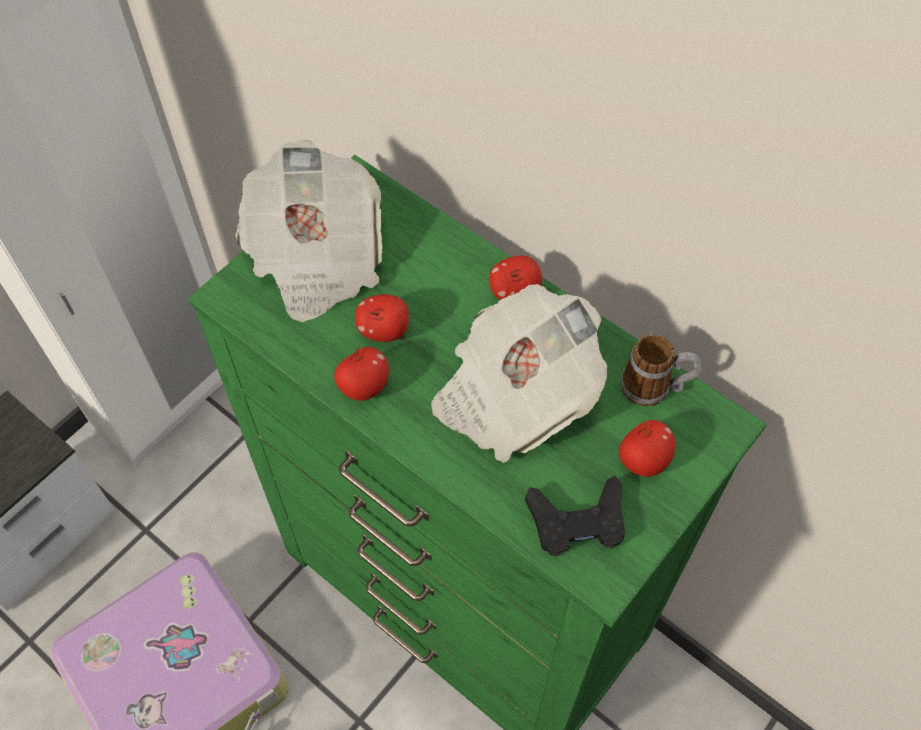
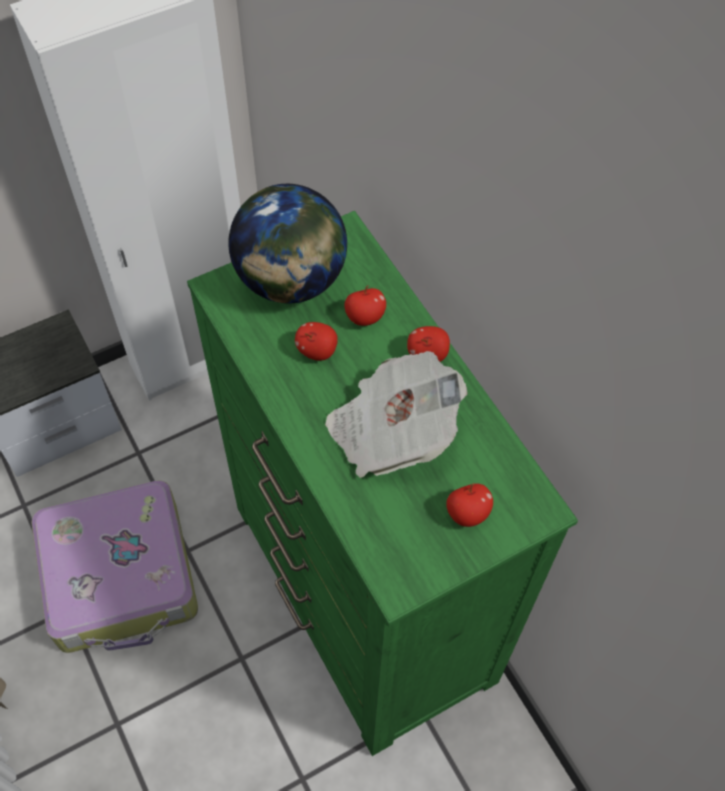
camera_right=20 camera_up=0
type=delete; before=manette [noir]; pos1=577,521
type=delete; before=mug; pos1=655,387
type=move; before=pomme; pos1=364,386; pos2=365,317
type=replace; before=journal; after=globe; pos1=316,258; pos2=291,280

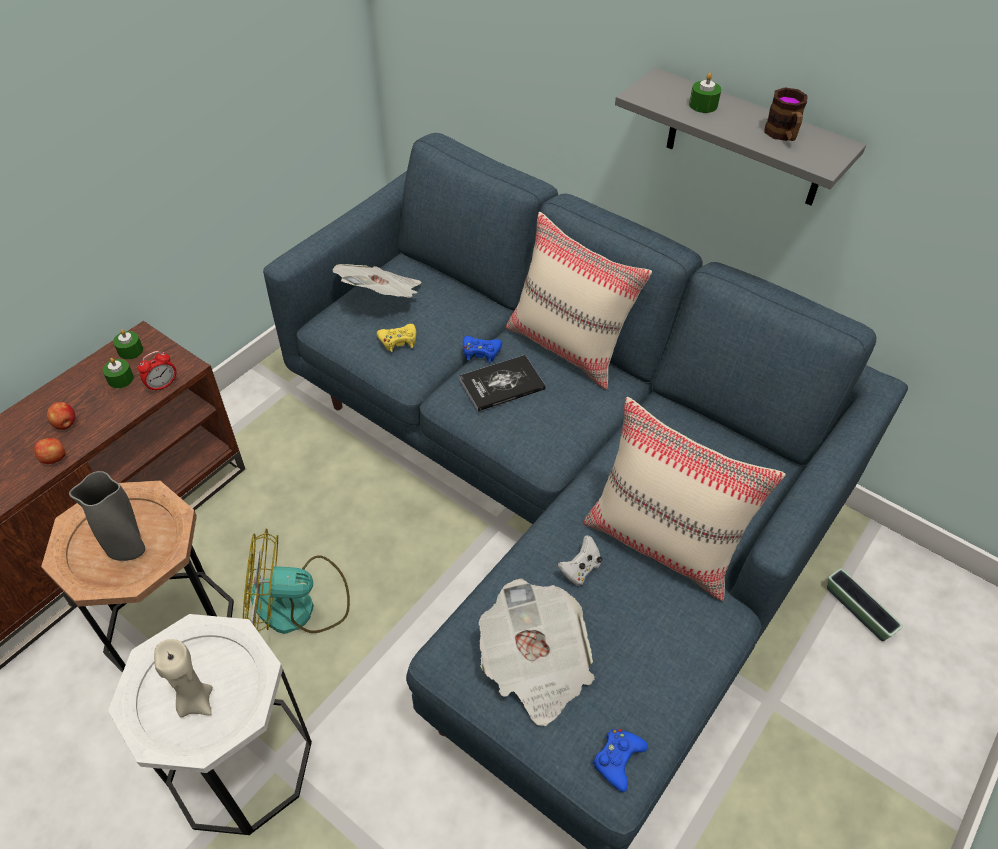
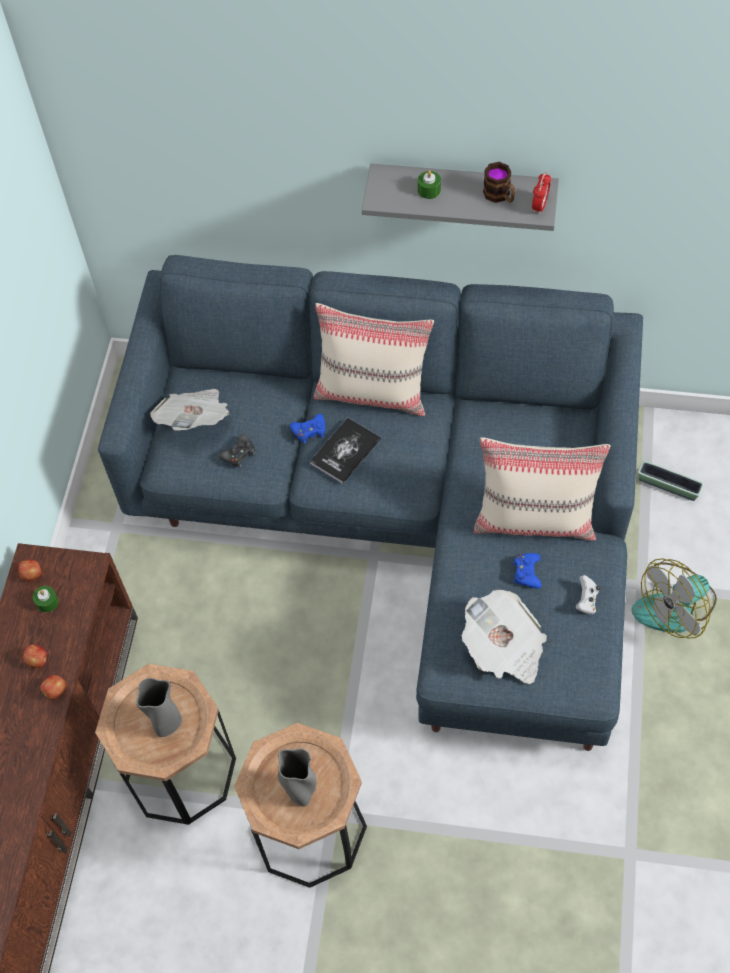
camera_right=-25 camera_up=10
type=move; before=réveil; pos1=163,385; pos2=539,206
type=move; before=ventilateur; pos1=298,605; pos2=675,606
type=move; before=manette [blanc]; pos1=580,569; pos2=586,601
type=move; before=manette [bleu]; pos1=617,760; pos2=526,573
type=replace; before=bougie [vert]; after=pomme; pos1=130,351; pos2=32,574
type=replace; before=bougie [beige]; after=vase [gris]; pos1=195,701; pos2=301,792
type=recolor; before=table d'appoint [blanc]; after=table d'appoint [marron]; pos1=240,762; pos2=309,829
type=recolor; before=manette [jaune]; after=manette [noir]; pos1=398,341; pos2=239,454

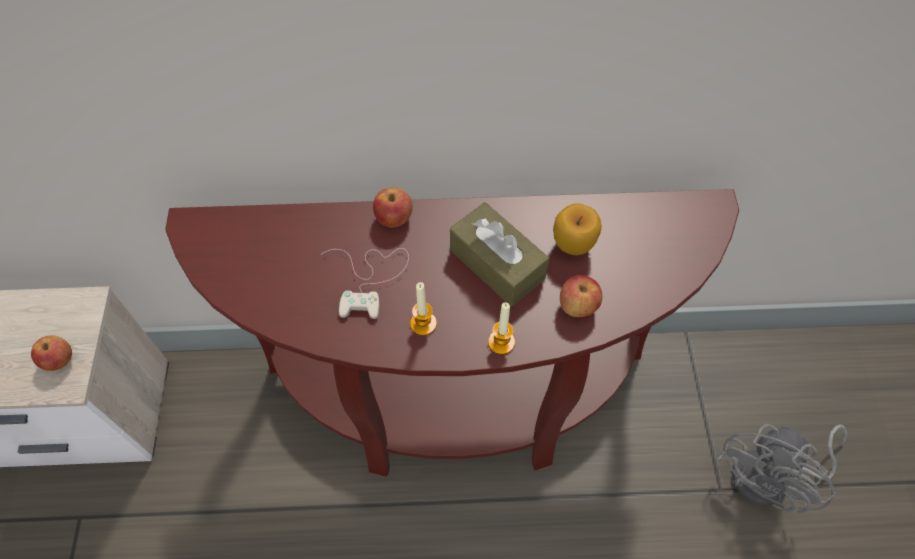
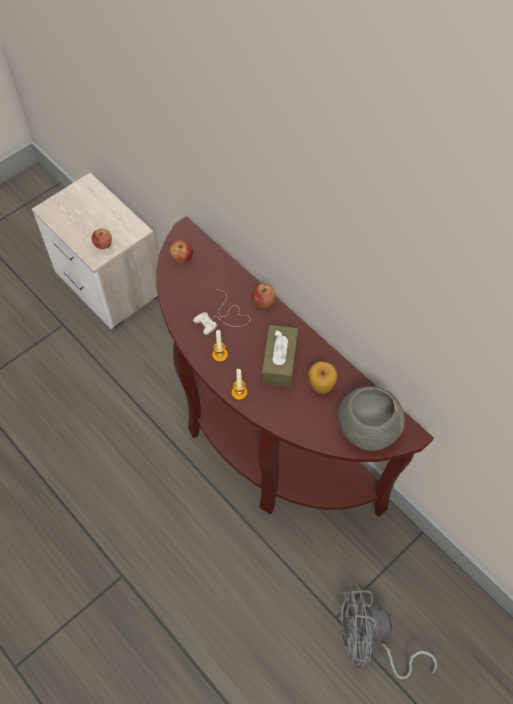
camera_right=50 camera_up=0
type=insert; after=bol [gris]; pos2=367,427
type=move; before=pomme; pos1=577,306; pos2=182,258

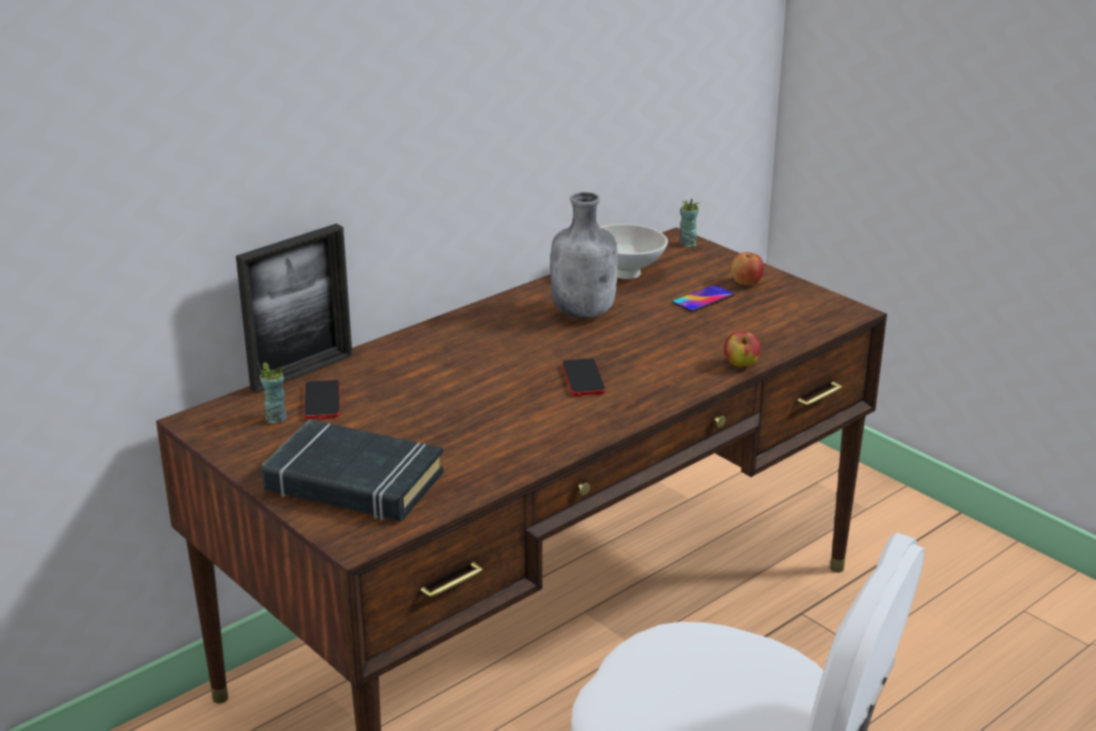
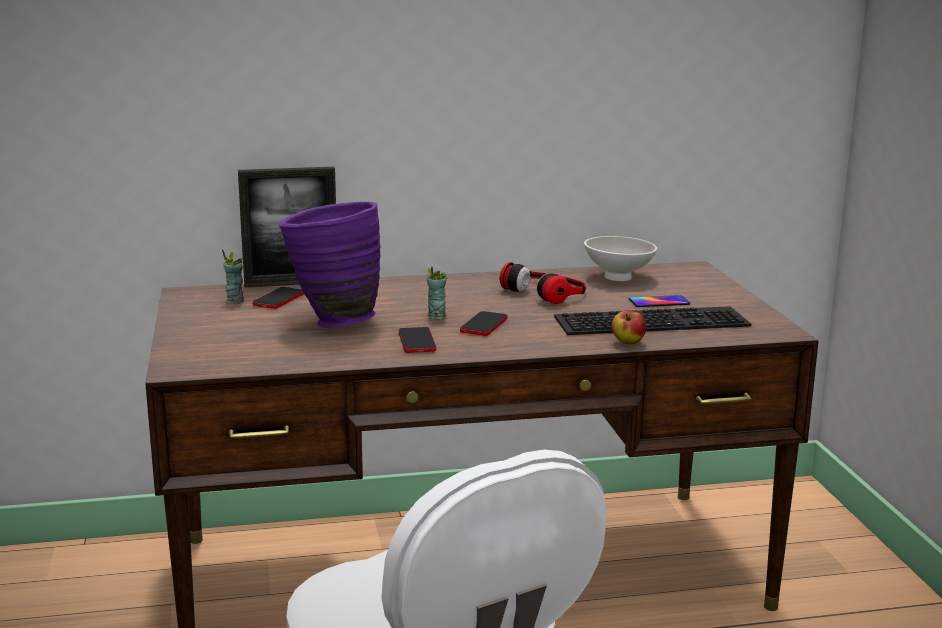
camera_right=30 camera_up=-10
type=delete; before=livre [noir]; pos1=353,482
type=delete; before=pomme; pos1=746,283
type=insert; after=vase [violet]; pos2=332,321
type=insert; after=téléphone; pos2=417,341
type=insert; after=clavier; pos2=652,320
type=move; before=tasse; pos1=687,244; pos2=436,317
type=replace; before=bouteille [gris]; after=casque audio; pos1=584,312; pos2=547,291

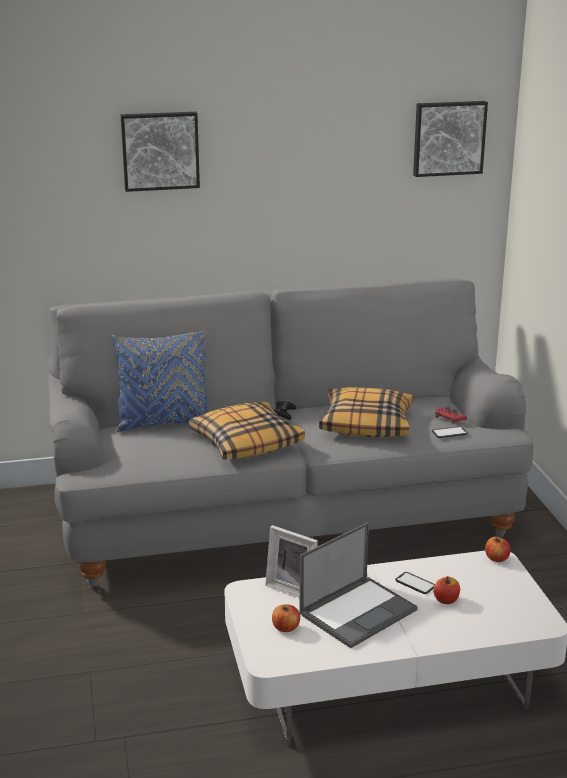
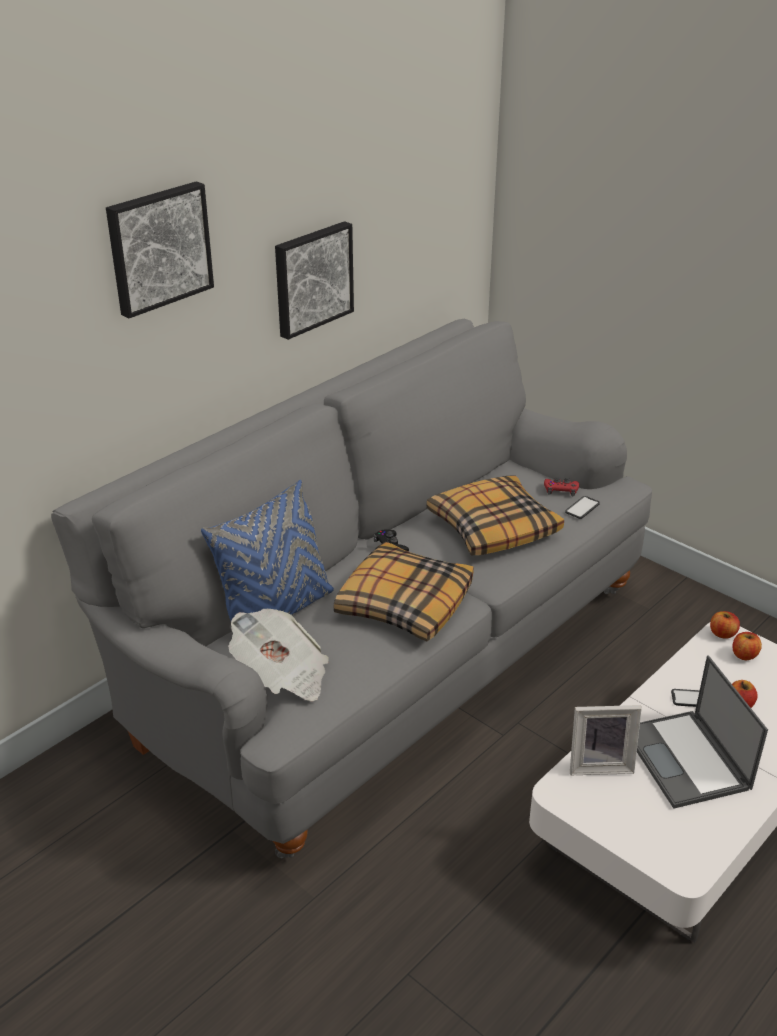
camera_right=-35 camera_up=10
type=insert; after=journal; pos2=282,675
type=move; before=pomme; pos1=286,628; pos2=744,655
type=move; before=tableau; pos1=448,138; pos2=312,278
type=rotate; before=ordinateur portable; pos1=358,611; pos2=687,760; turn=150

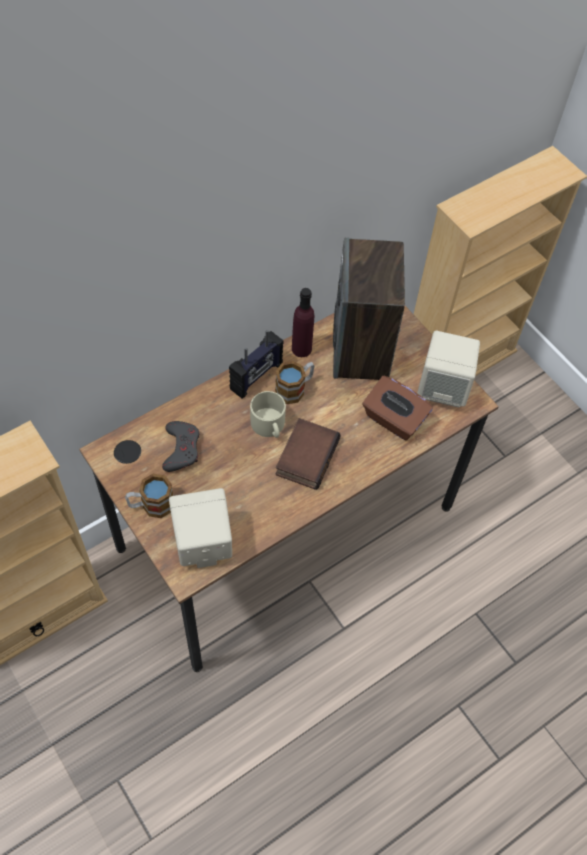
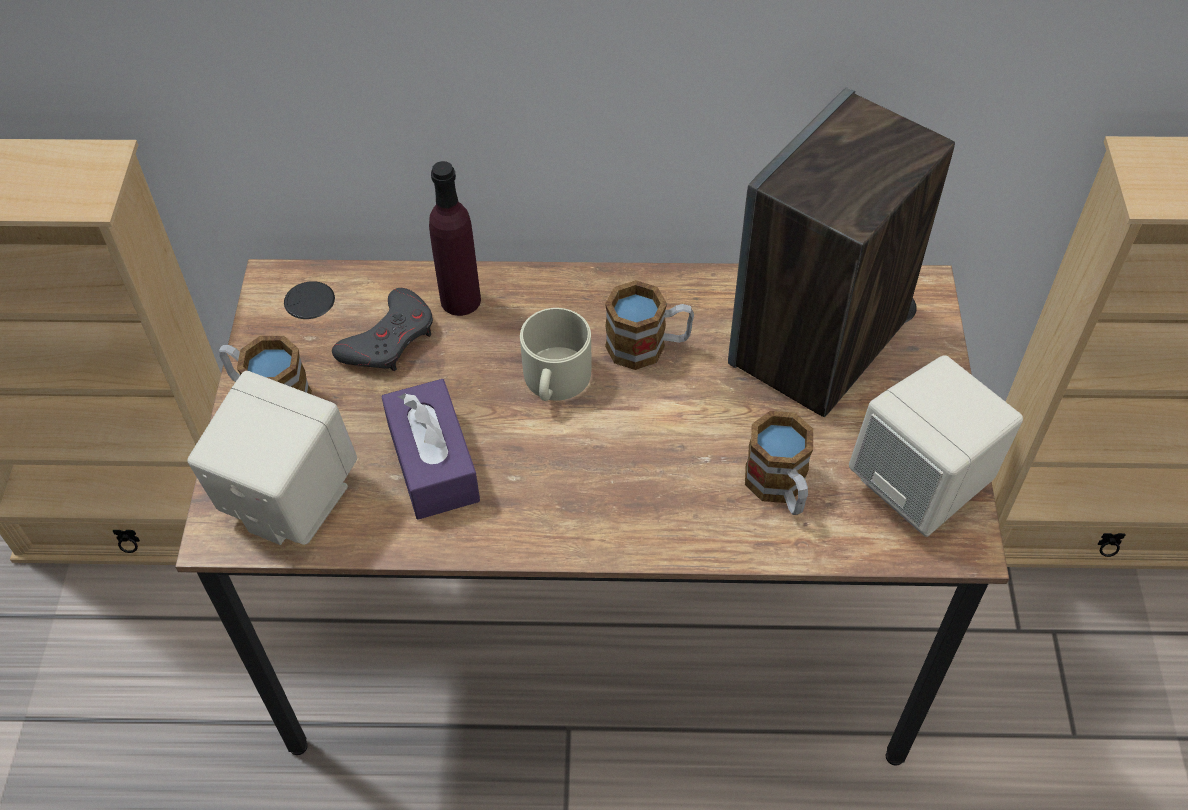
camera_right=40 camera_up=-5
type=delete; before=radio; pos1=257,377
type=delete; before=livre; pos1=305,456
type=insert; after=boîte à mouchoirs [violet]; pos2=433,463
type=move; before=bouteille [violet]; pos1=301,349; pos2=460,300
type=replace; before=boîte à mouchoirs [marron]; after=mug; pos1=393,419; pos2=780,488

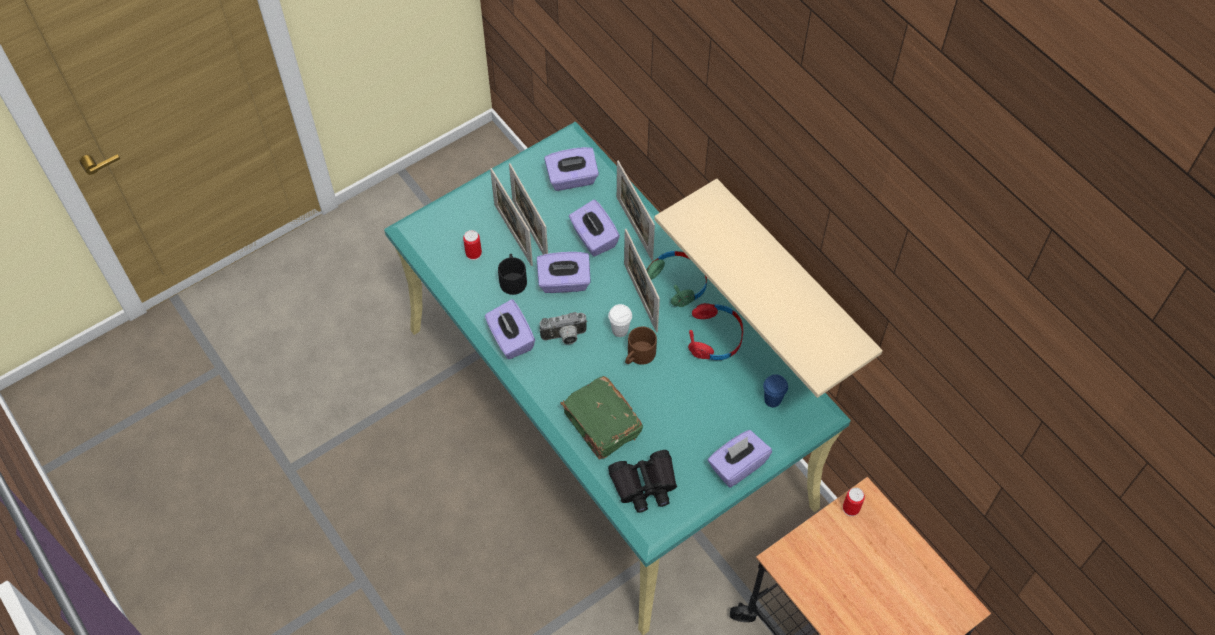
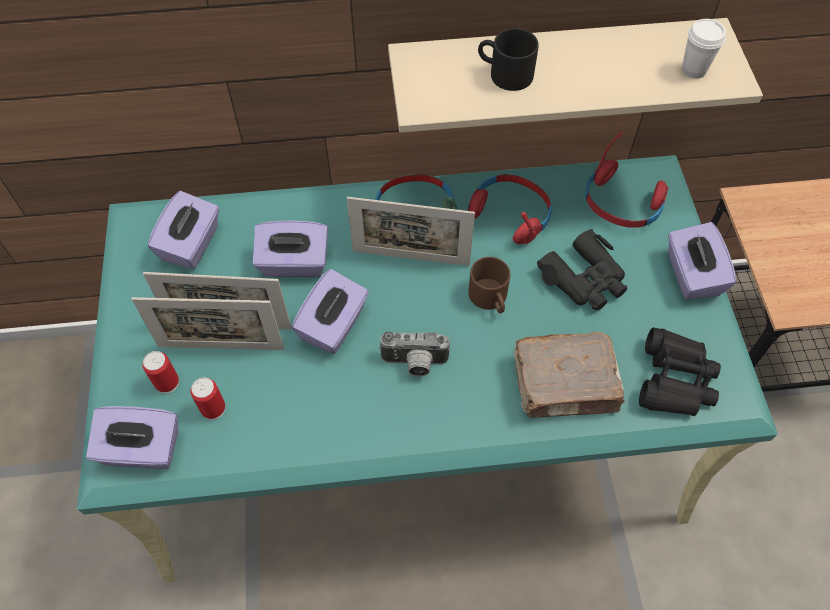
camera_right=-60 camera_up=0
type=delete; before=cadre photo; pos1=634,228
type=insert; after=jumelles [noir]; pos2=584,279
type=move; before=boîte à mouchoirs [violet]; pos1=510,339; pos2=142,450
type=move; before=mug [noir]; pos1=512,279; pos2=504,74
type=move; before=tasse [blanc]; pos1=620,330; pos2=693,70
type=move; before=boîte métallique; pos1=851,508; pos2=167,382
type=replace; before=tasse [bleu]; after=casque audio [rouge]; pos1=772,400; pos2=622,203
type=recolor; before=livre [vert]; after=livre [marron]; pos1=602,425; pos2=566,385
type=rotate; before=appareil photo; pos1=564,337; pos2=414,364; turn=75

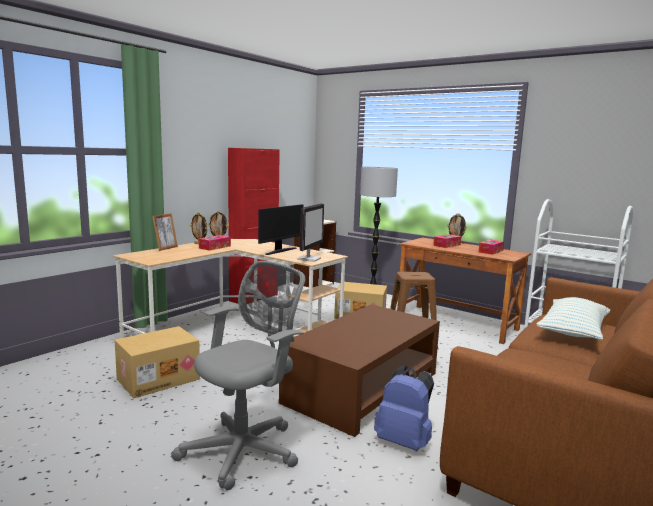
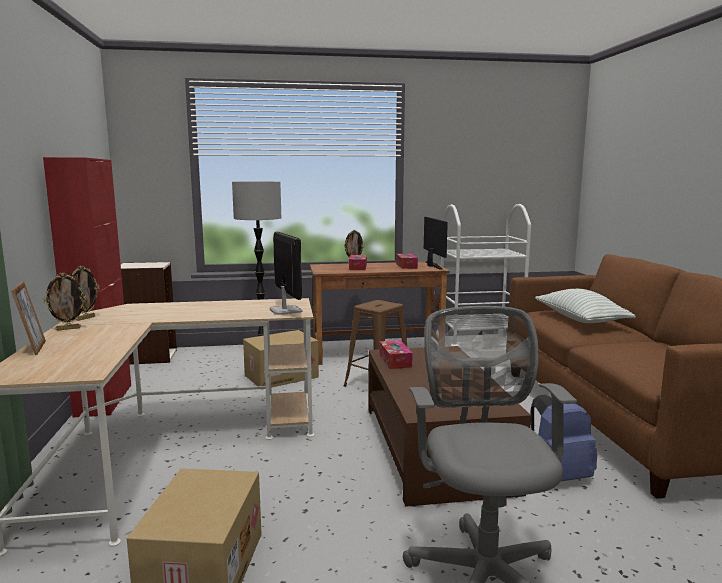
camera_right=-45 camera_up=0
type=move; before=boîte à mouchoirs; pos1=214,247; pos2=395,361
type=move; before=écran d'ordinateur; pos1=280,251; pos2=432,265

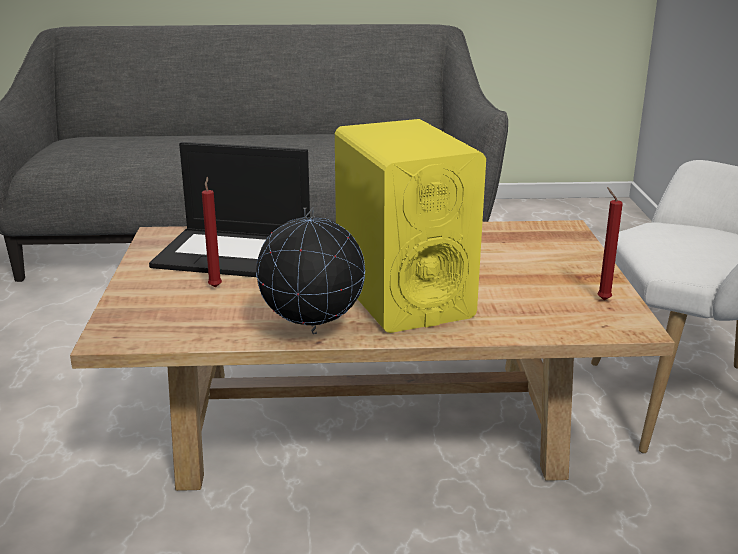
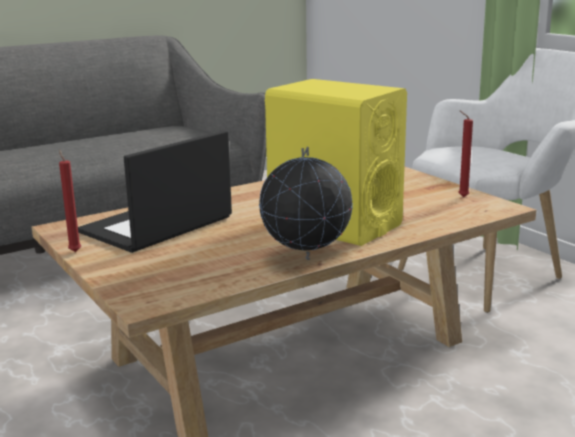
camera_right=-30 camera_up=-5
type=move; before=bougie [rouge]; pos1=215,286; pos2=74,251
type=rotate; before=ordinateur portable; pos1=236,253; pos2=156,226; turn=150

